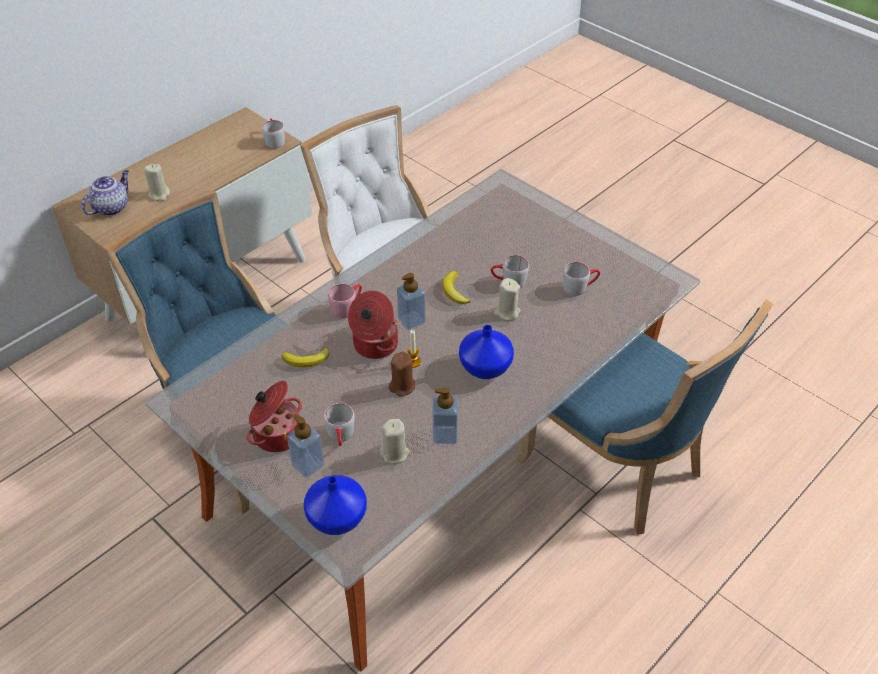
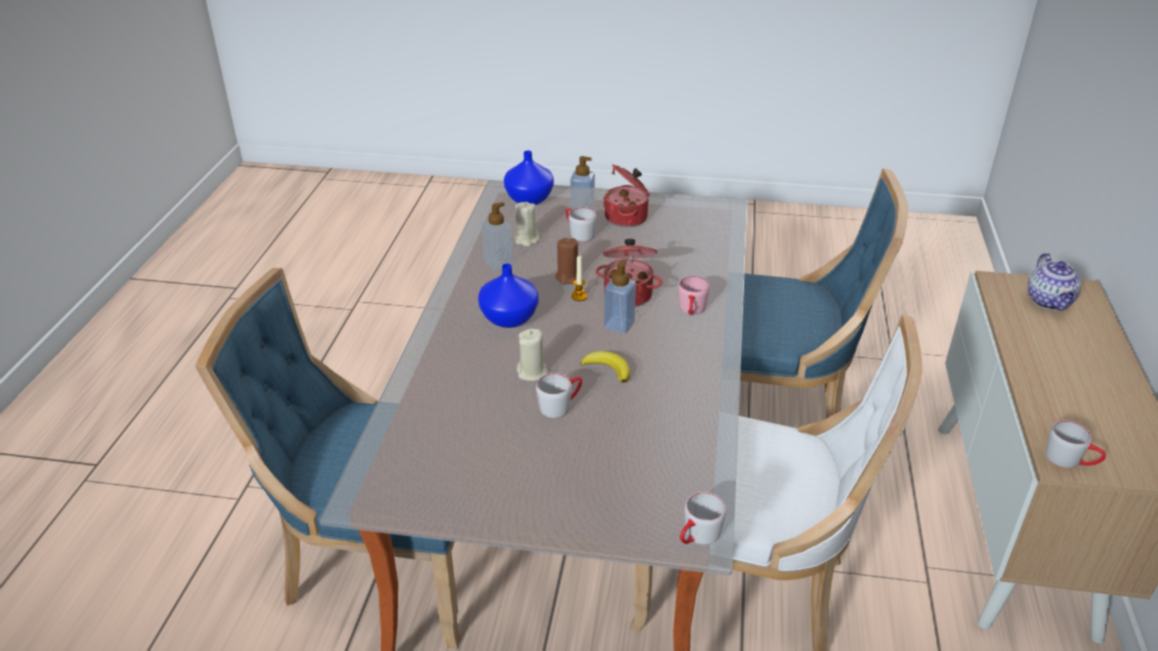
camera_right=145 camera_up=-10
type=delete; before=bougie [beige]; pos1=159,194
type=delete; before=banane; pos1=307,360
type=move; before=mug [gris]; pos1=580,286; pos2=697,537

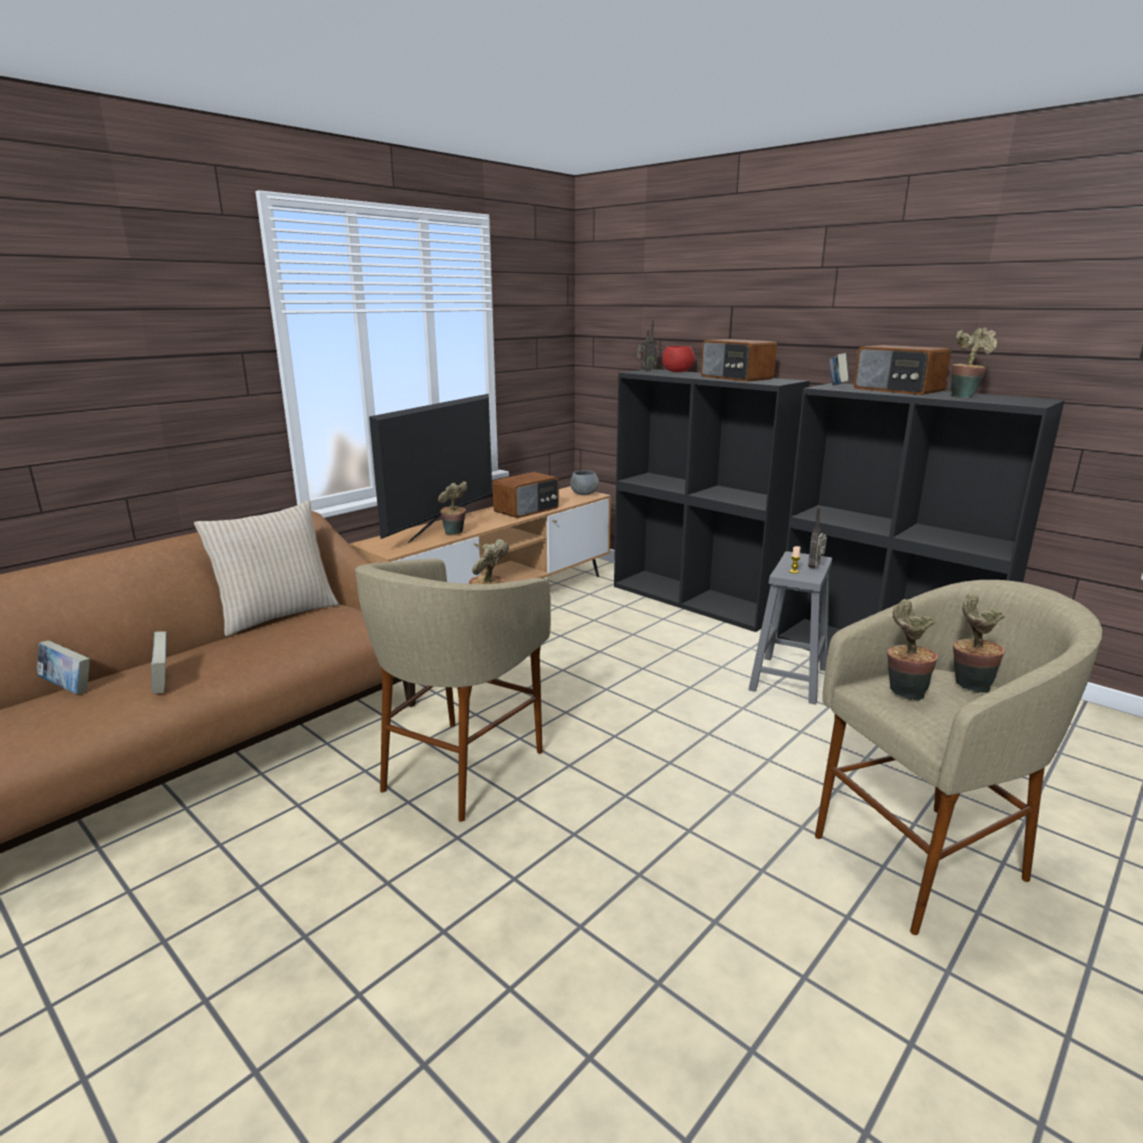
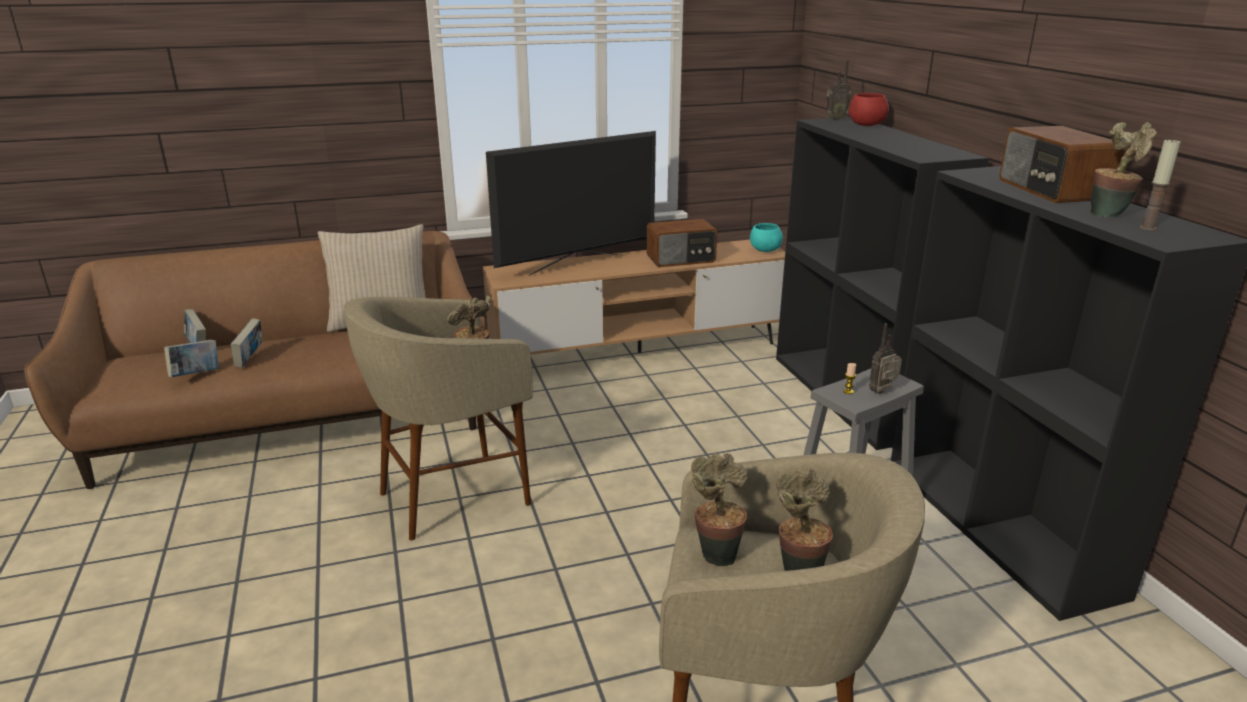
camera_right=30 camera_up=5
type=delete; before=plante en pot; pos1=455,533
type=delete; before=radio; pos1=735,378
type=insert; after=bougie; pos2=1148,228
type=move; before=livre; pos1=836,387; pos2=196,375
type=recolor; before=bol [gris]; after=bol [turquoise]; pos1=584,494; pos2=765,250

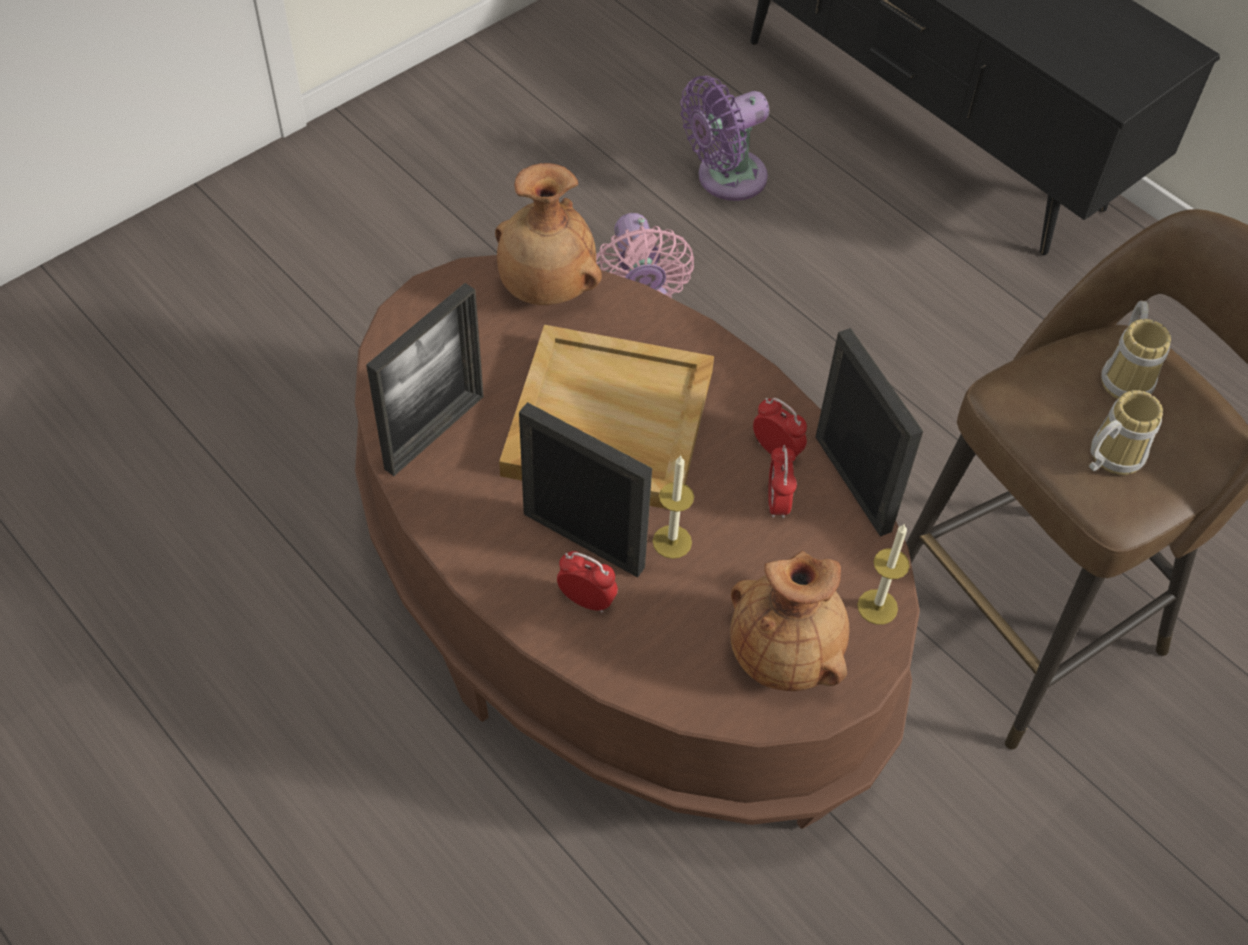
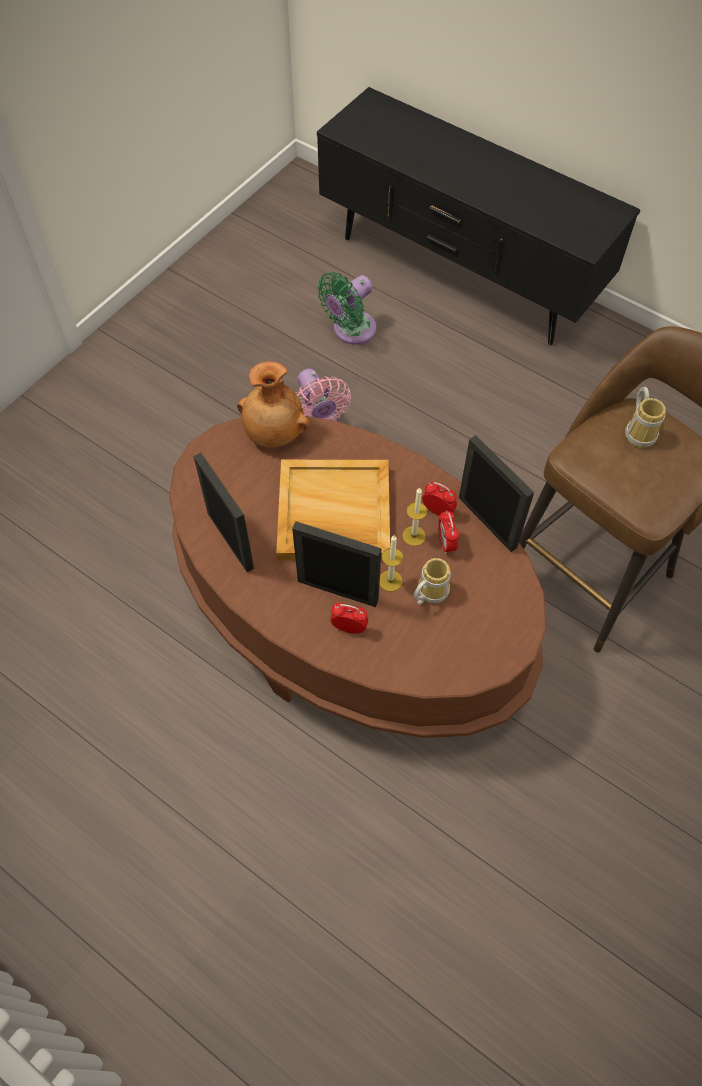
camera_right=-10 camera_up=5
type=delete; before=vase [marron]; pos1=785,654
type=move; before=bougie; pos1=877,607; pos2=414,536
type=move; before=mug; pos1=1108,456; pos2=428,592
type=recolor; before=ventilateur [violet]; after=ventilateur [vert]; pos1=725,179; pos2=351,331
type=rotate; before=cadre photo; pos1=434,432; pos2=230,540; turn=-60

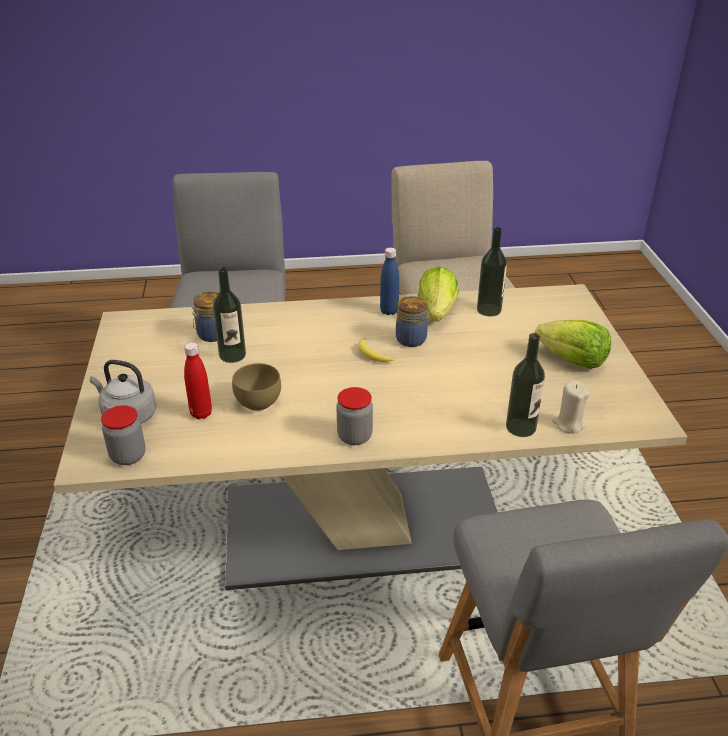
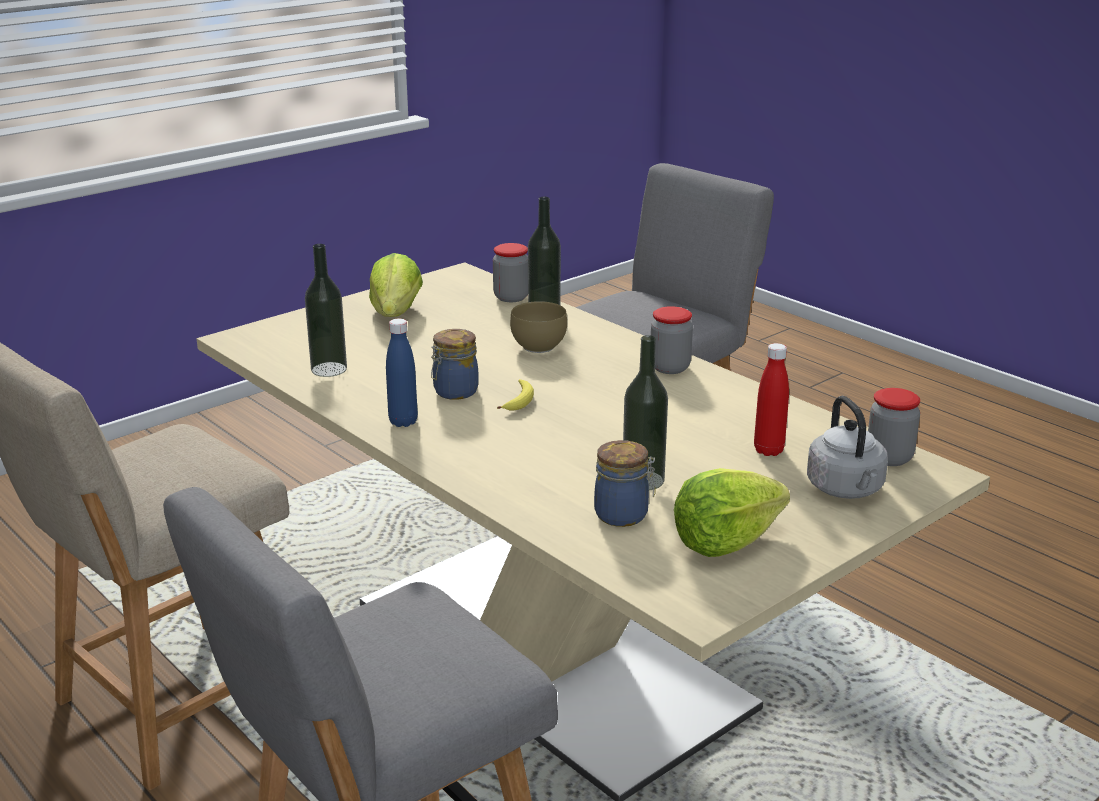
camera_right=-125 camera_up=-10
type=move; before=bol [marron]; pos1=260,403; pos2=538,346
type=move; before=laitue; pos1=436,313; pos2=725,542
type=replace; before=bougie [beige]; after=bocal; pos1=568,424; pos2=511,297

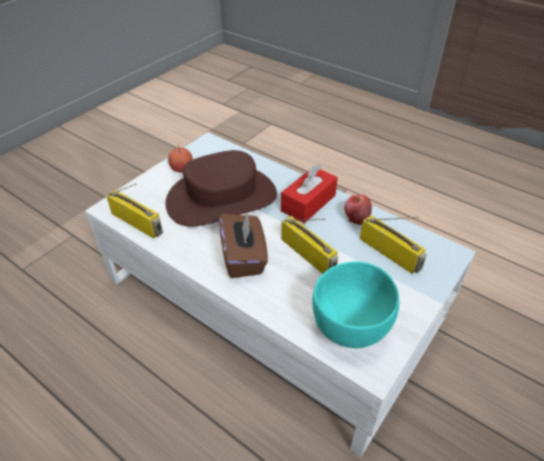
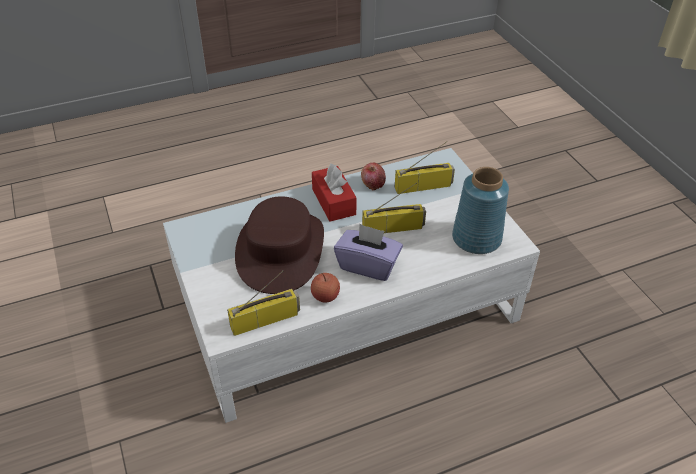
camera_right=-60 camera_up=0
type=move; before=pomme; pos1=182,169; pos2=325,296
type=replace; before=bol [turquoise]; after=vase [bleu]; pos1=350,327; pos2=476,238
type=recolor; before=boîte à mouchoirs [marron]; after=boîte à mouchoirs [violet]; pos1=244,258; pos2=368,265

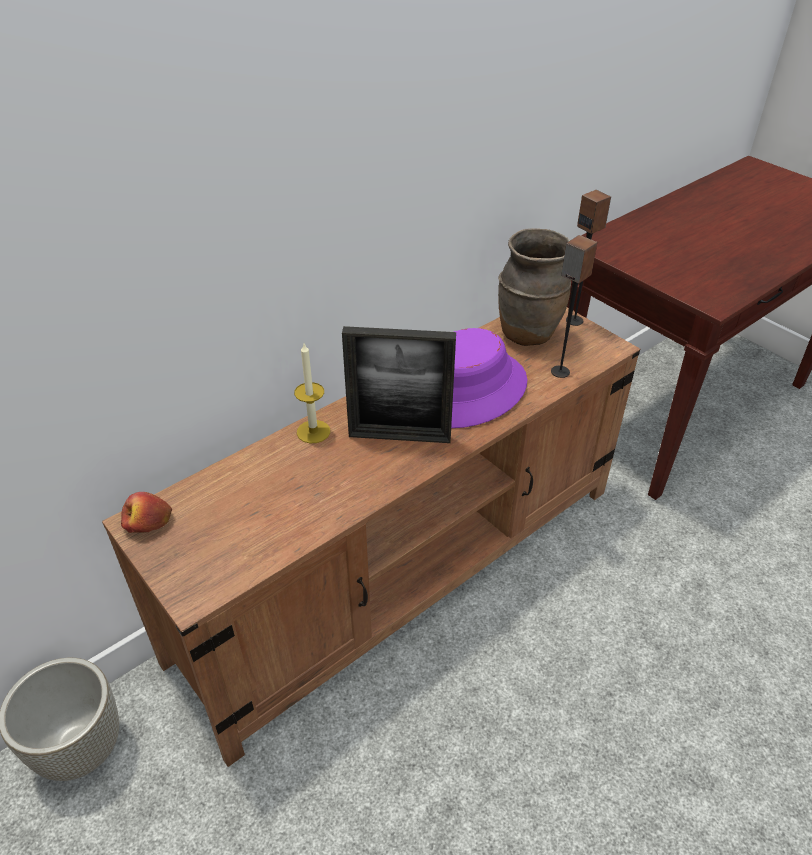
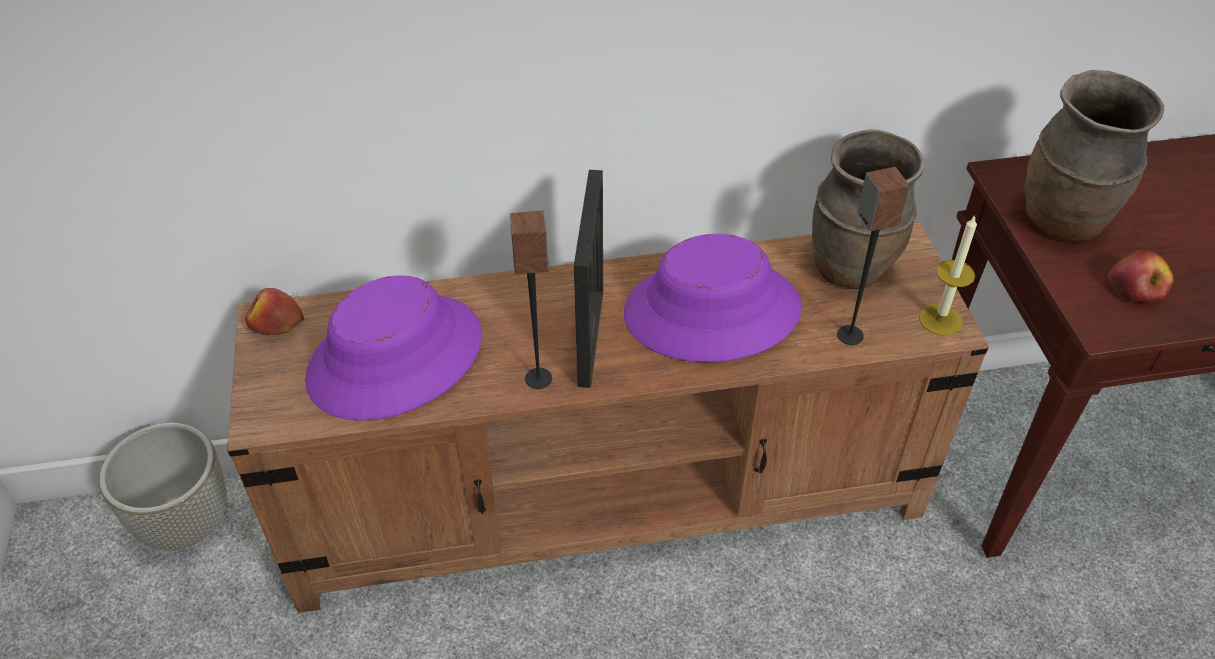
camera_right=30 camera_up=5
type=insert; after=chapeau [violet]; pos2=396,358
type=insert; after=vase [marron]; pos2=1063,223
type=insert; after=pomme; pos2=1136,287
type=move; before=bougie; pos1=313,431; pos2=940,319
type=move; before=enceinte; pos1=574,320; pos2=539,378
type=rotate; before=cadre photo; pos1=399,436; pos2=590,337; turn=-120

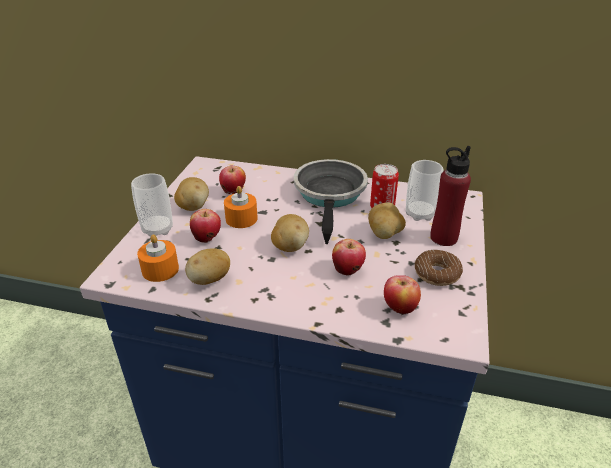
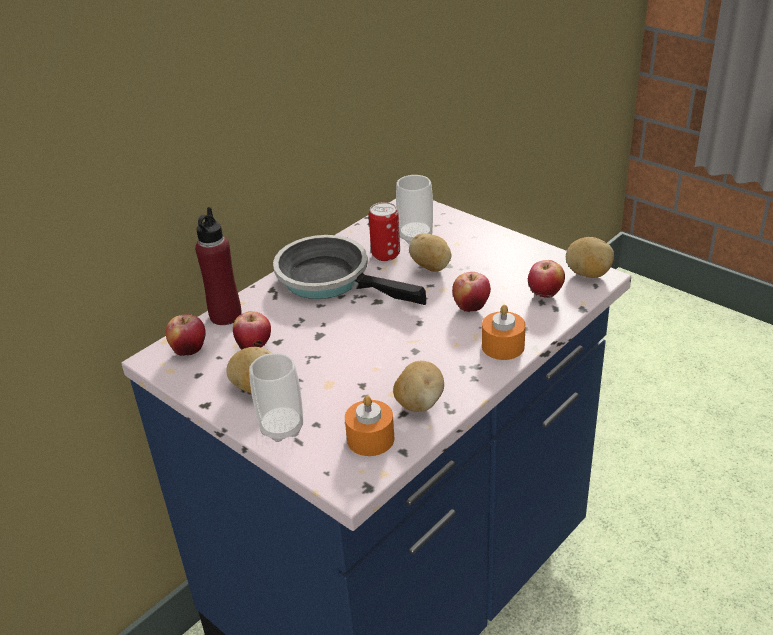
camera_right=-60 camera_up=0
type=delete; before=beignet; pos1=437,273
type=move; before=pomme; pos1=207,238; pos2=189,350
type=move; before=bougie [orange]; pos1=241,219; pos2=503,346
type=move; before=pomme de terre; pos1=289,246; pos2=588,274
type=move; before=bouteille [rouge]; pos1=443,238; pos2=225,316

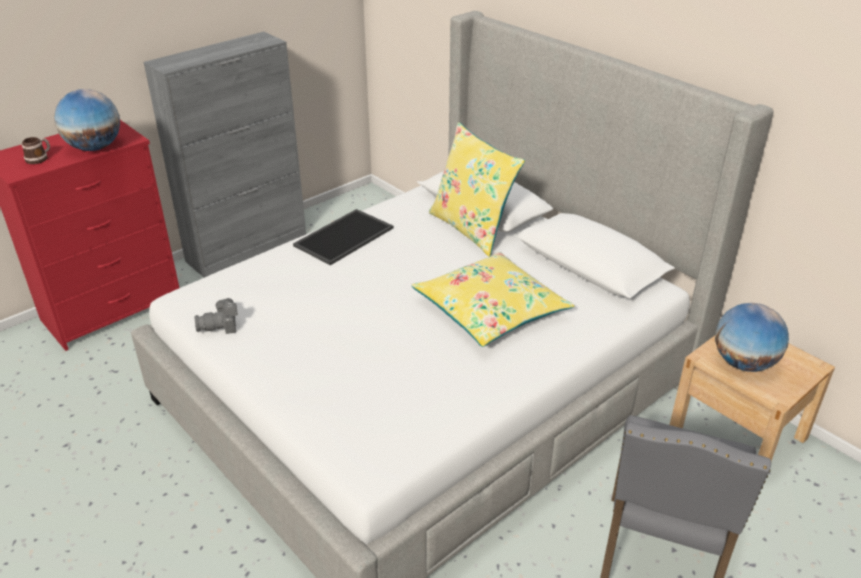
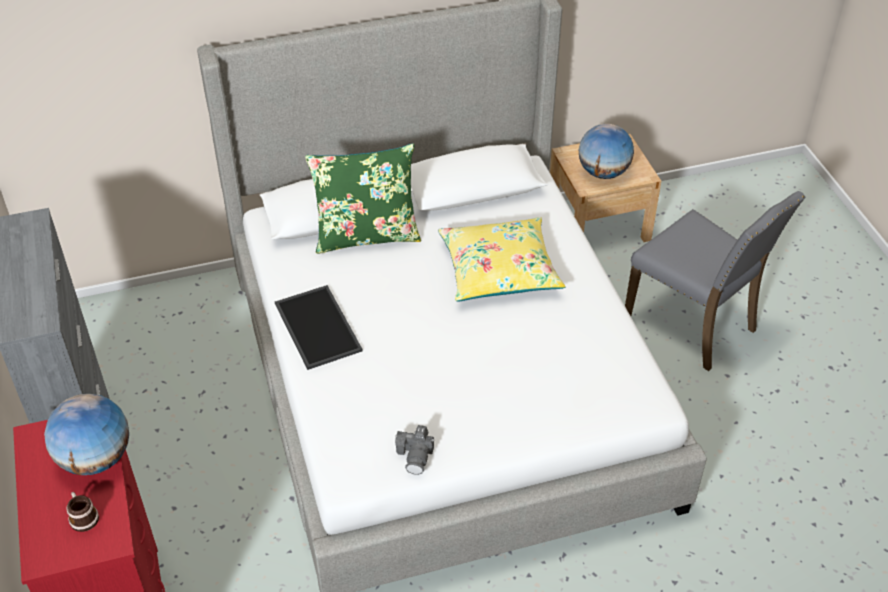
camera_right=-65 camera_up=10
type=recolor; before=coussin [jaune]; after=coussin [vert]; pos1=472,228; pos2=366,235

